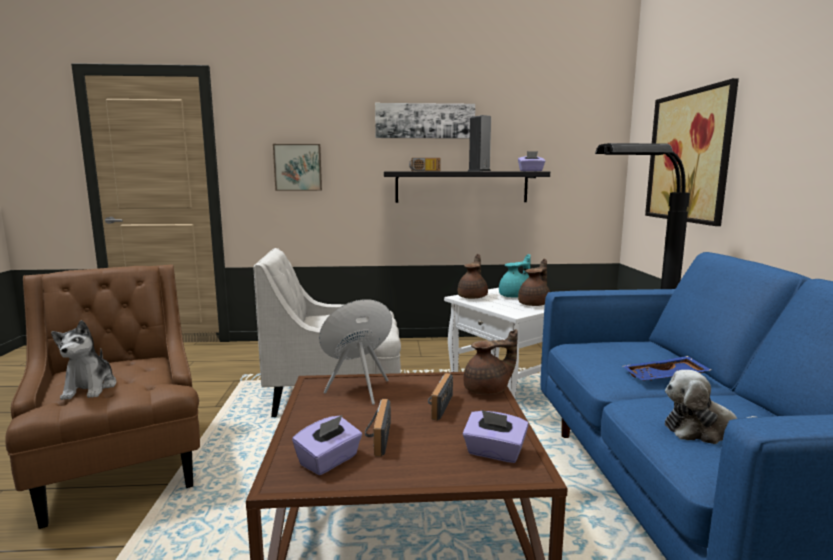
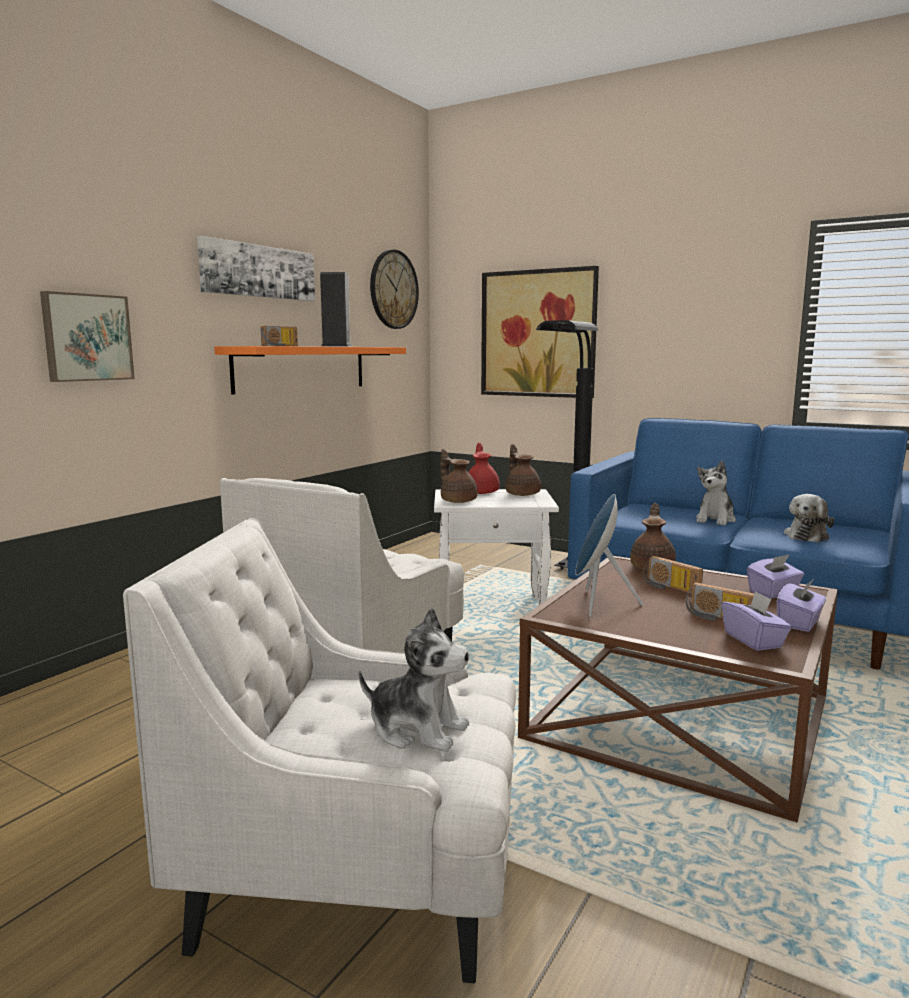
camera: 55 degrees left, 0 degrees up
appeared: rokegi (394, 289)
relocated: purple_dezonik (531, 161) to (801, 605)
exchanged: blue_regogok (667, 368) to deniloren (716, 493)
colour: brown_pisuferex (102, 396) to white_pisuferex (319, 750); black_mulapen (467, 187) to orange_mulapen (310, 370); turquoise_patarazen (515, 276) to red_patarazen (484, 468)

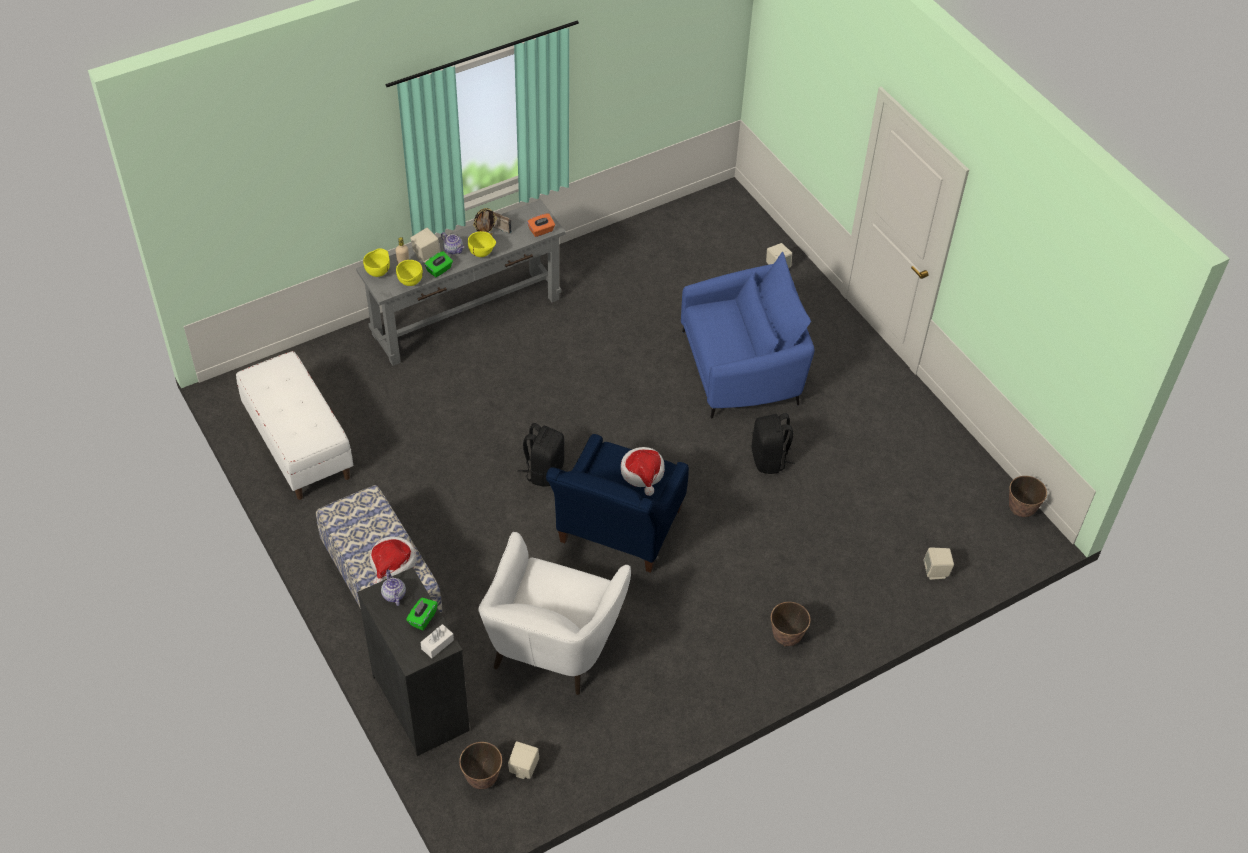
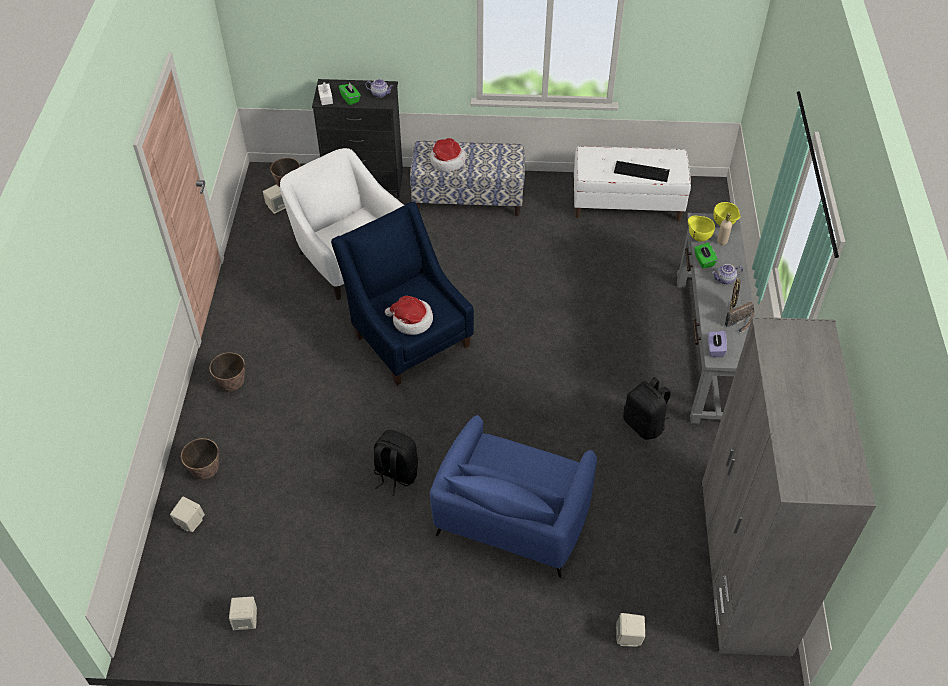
camera: 125 degrees right, 0 degrees up
missing: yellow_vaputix (482, 244)
appeared: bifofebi (642, 171); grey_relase (789, 487)
relocated: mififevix (1028, 496) to (200, 459); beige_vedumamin (426, 245) to (243, 613); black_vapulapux (541, 454) to (647, 408)
colour: orange_dezonik (541, 225) to purple_dezonik (717, 344)

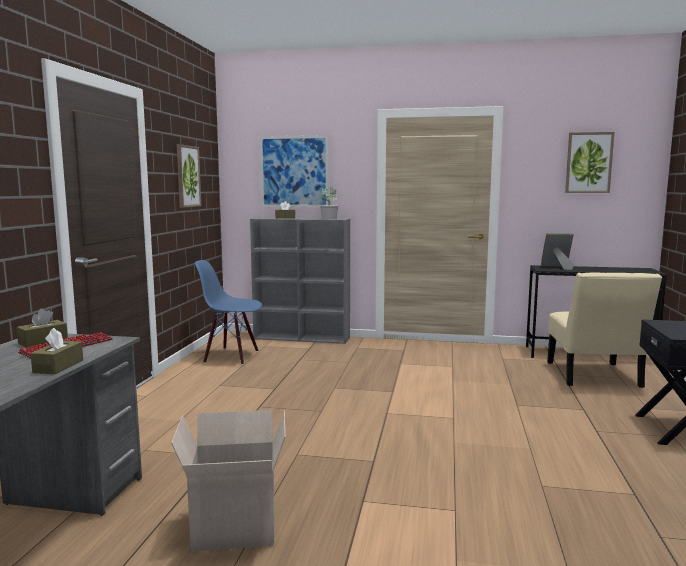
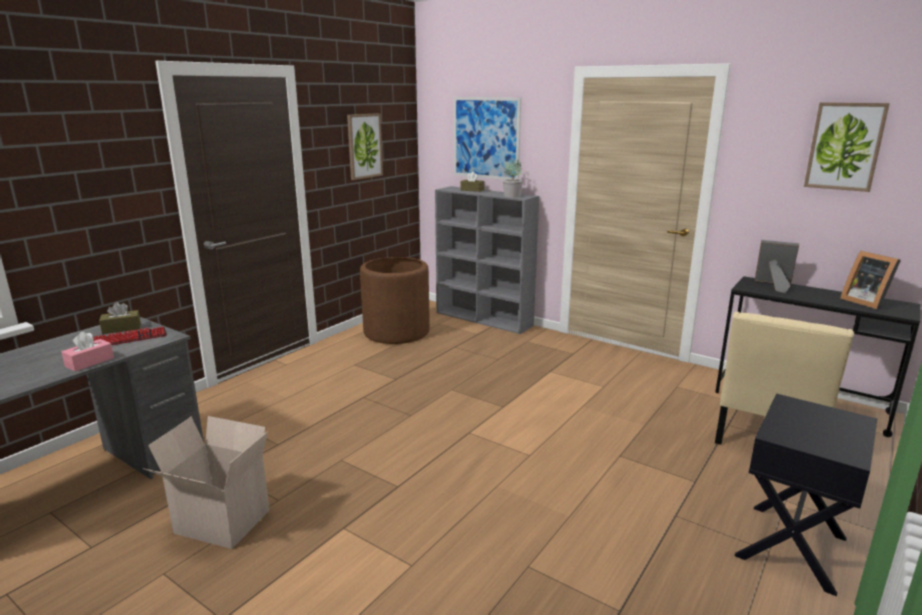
camera: 25 degrees right, 10 degrees up
appeared: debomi (870, 280)
exchanged: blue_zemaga (228, 312) to brown_mififevix (395, 300)
colour: brown_dezonik (56, 351) to pink_dezonik (87, 351)

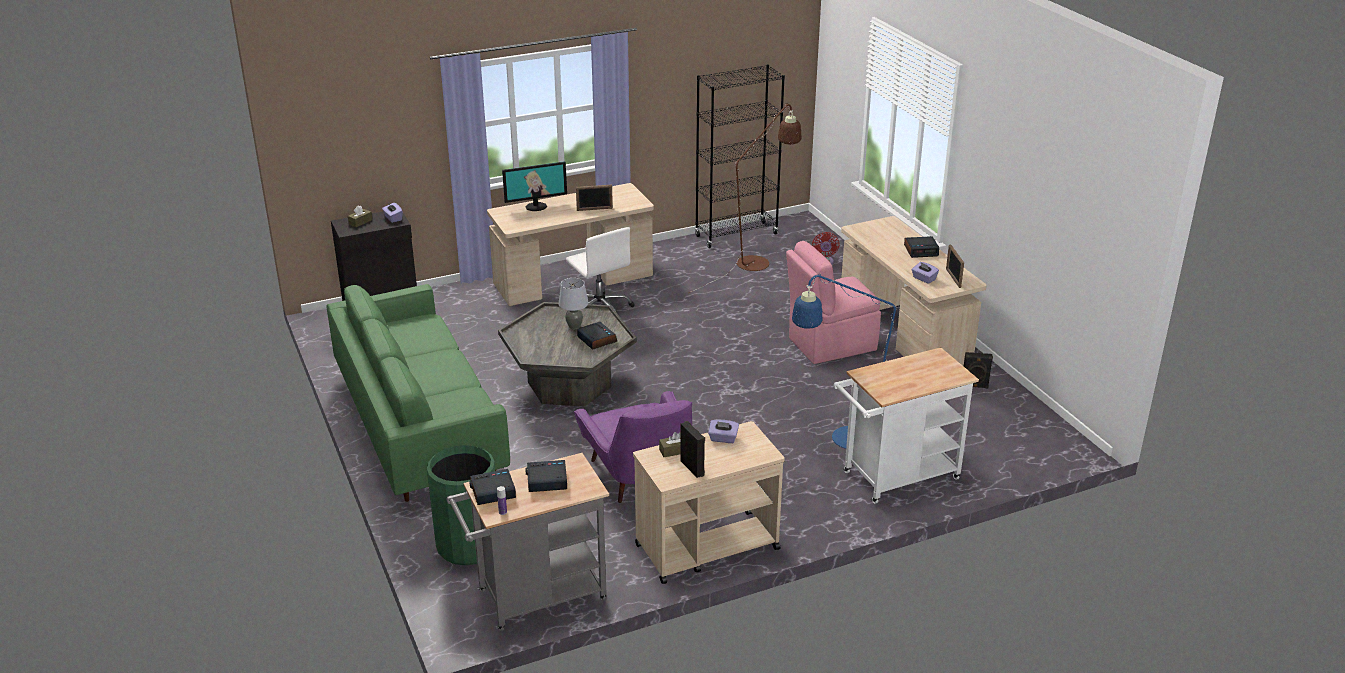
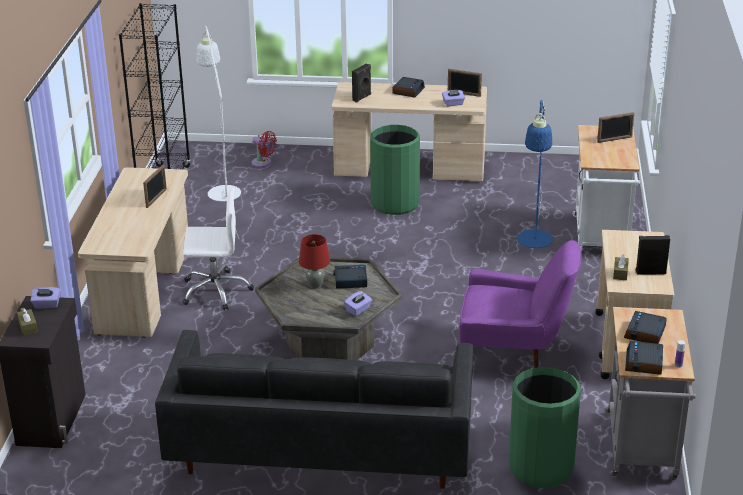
camera: 60 degrees left, 0 degrees up
missing: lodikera (534, 186)
appeared: debomi (615, 127)
relocated: purple_dezonik (723, 431) to (358, 303); black_vedumamin (978, 370) to (361, 83)
exchanged: pink_zemaga (833, 302) to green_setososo (395, 170)
colour: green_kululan (418, 393) to black_kululan (314, 409); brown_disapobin (745, 198) to white_disapobin (218, 132); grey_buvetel (573, 304) to red_buvetel (314, 261)

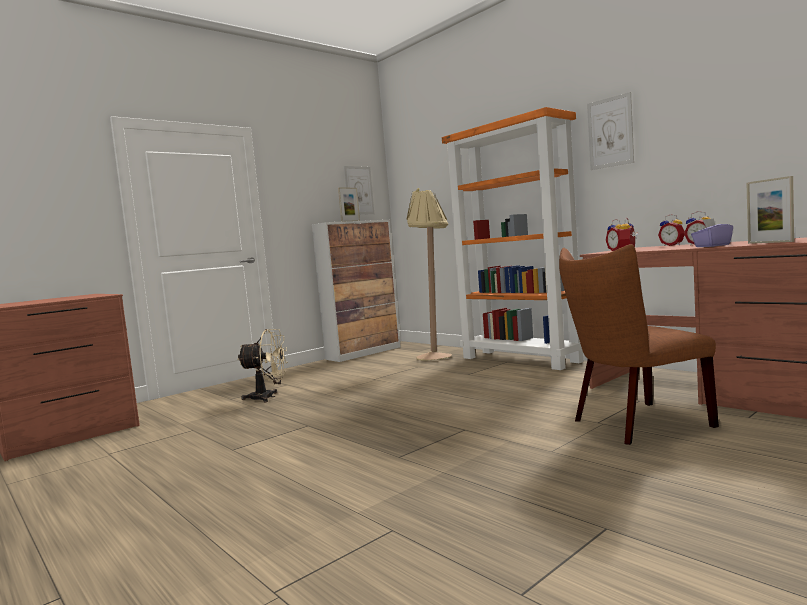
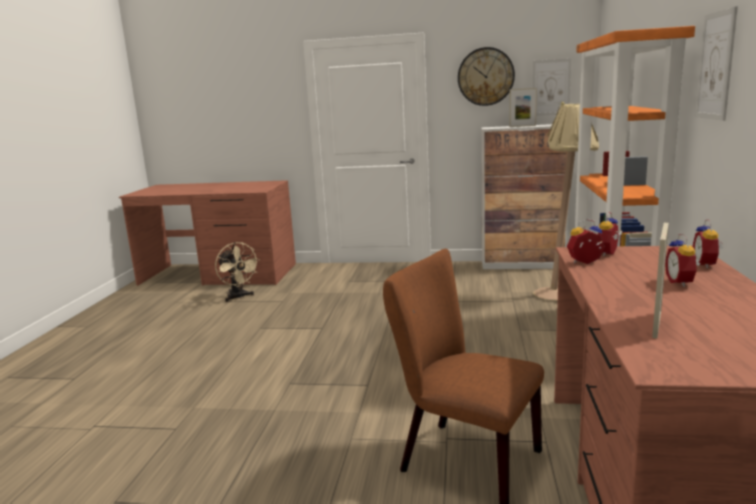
camera: 50 degrees right, 10 degrees up
missing: purple_dezonik (712, 232)
appeared: rokegi (486, 76)
relocated: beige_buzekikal (263, 366) to (237, 272)

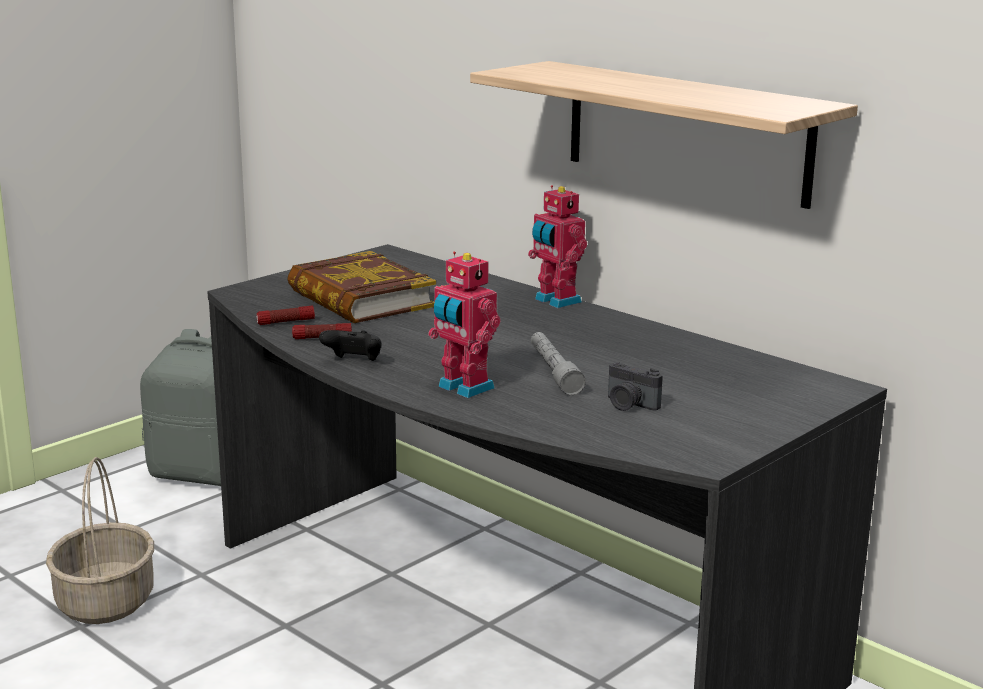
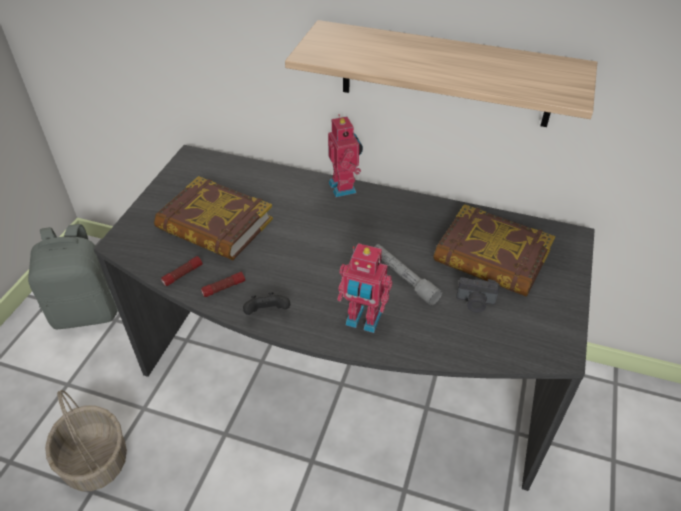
camera: 25 degrees left, 25 degrees up
appeared: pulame (494, 250)
spun: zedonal (557, 246) = (345, 155) 135 degrees counterclockwise

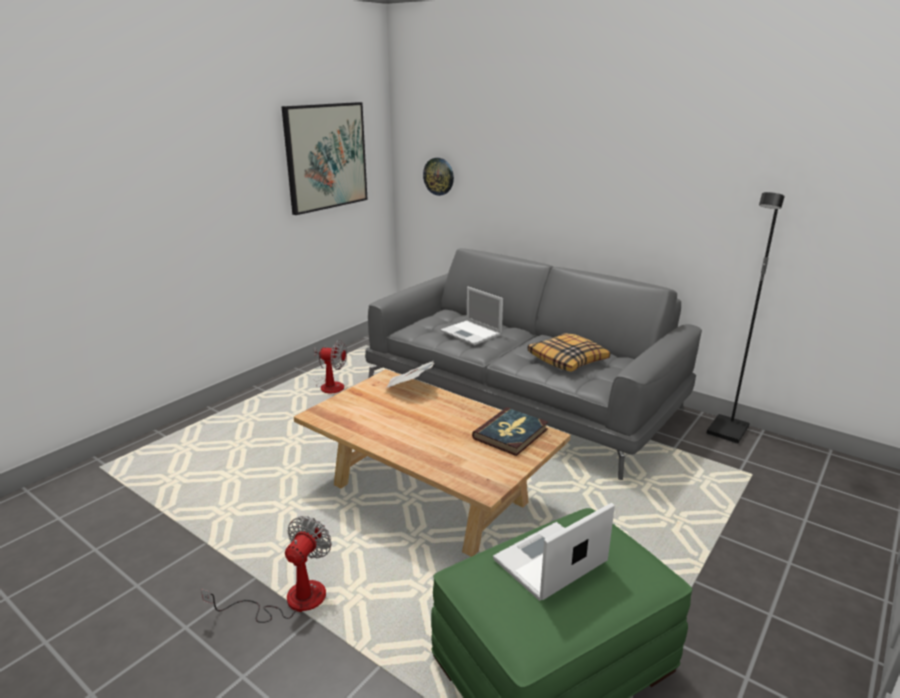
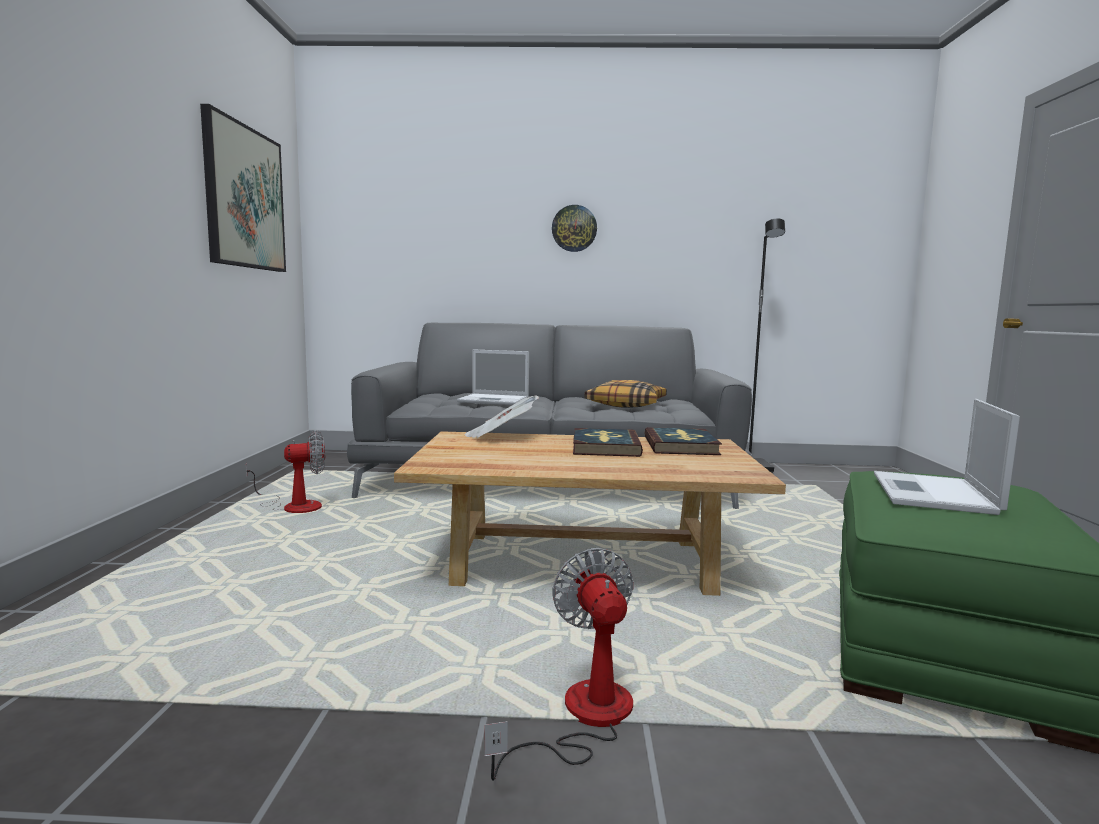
camera: 35 degrees left, 15 degrees down
appeared: pulame (608, 442)
relocated: rokegi (438, 177) to (574, 228)

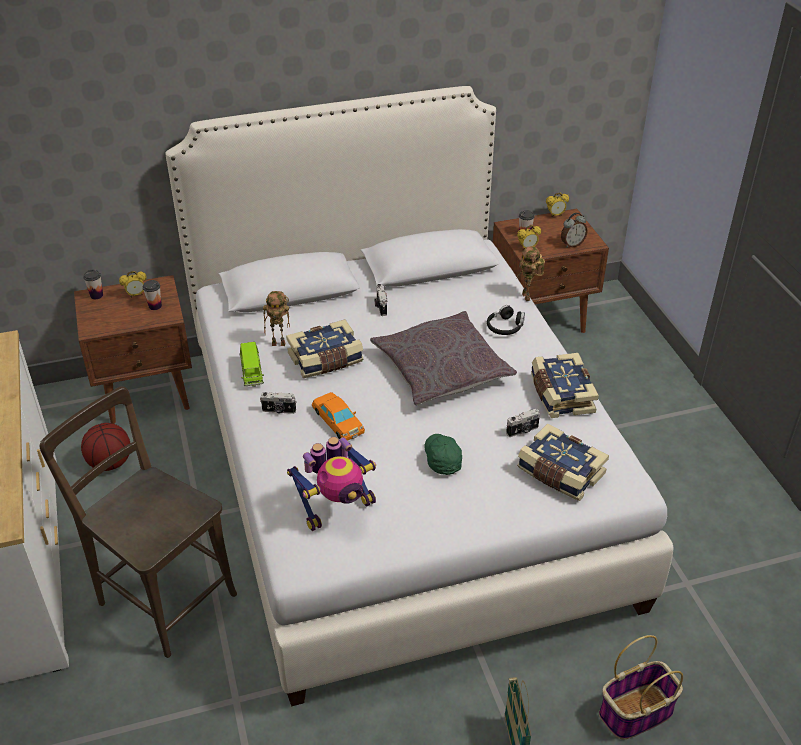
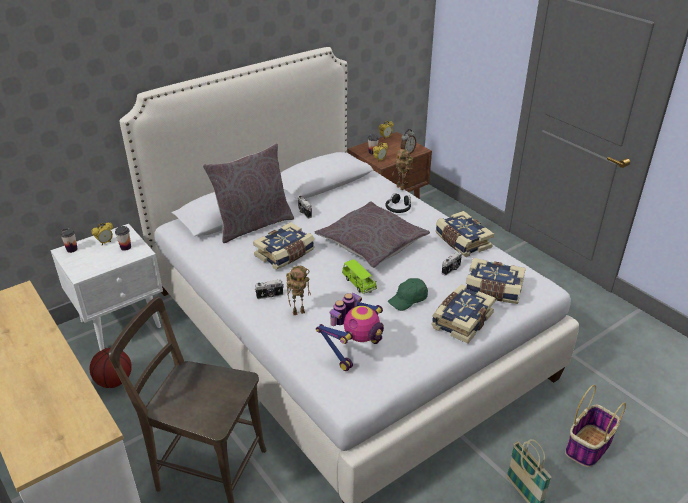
camera: 20 degrees left, 5 degrees down
missing: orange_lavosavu (338, 416)
appeared: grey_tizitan (248, 193); pulame (463, 314)
relocated: zedonal (276, 318) to (298, 290); green_lavosavu (251, 364) to (359, 276)
colour: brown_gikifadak (133, 349) to white_gikifadak (106, 287)
spun: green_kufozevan (443, 454) = (408, 294) 90 degrees counterclockwise

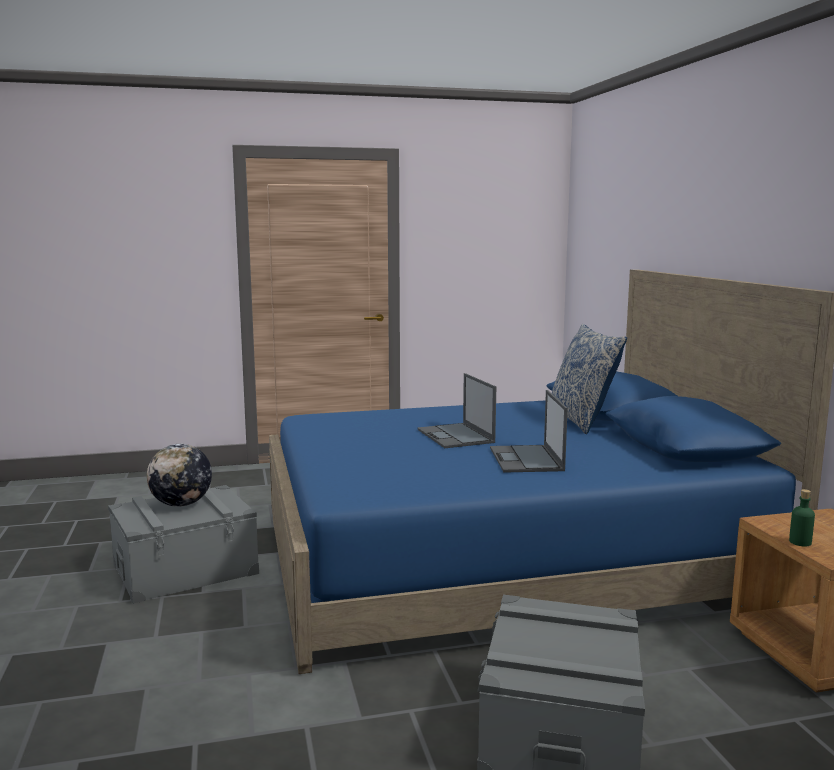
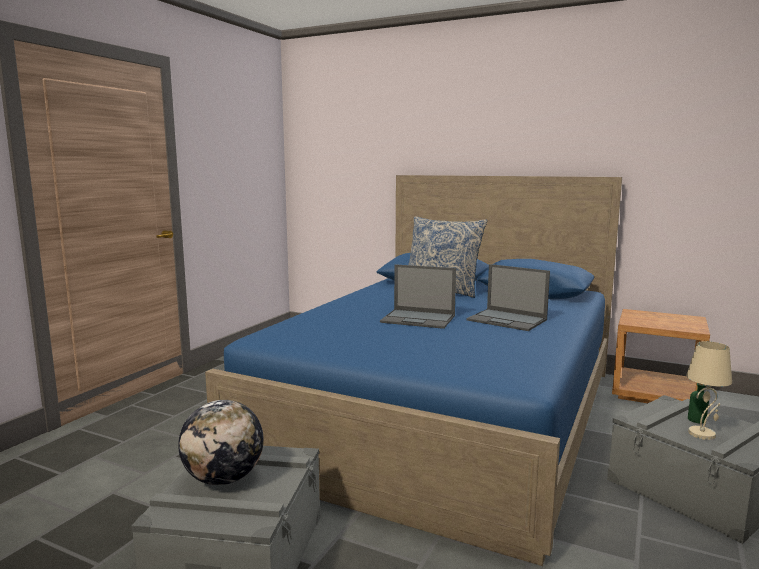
camera: 50 degrees left, 0 degrees up
appeared: beige_buvetel (709, 390)
relocated: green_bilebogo (802, 517) to (698, 403)

